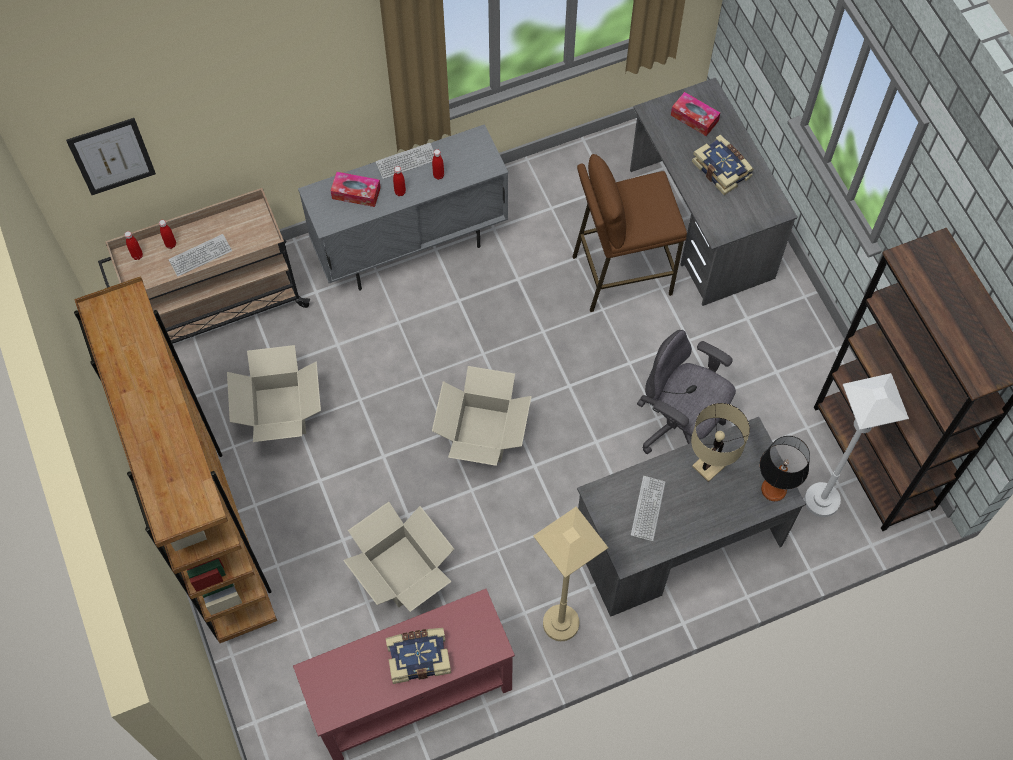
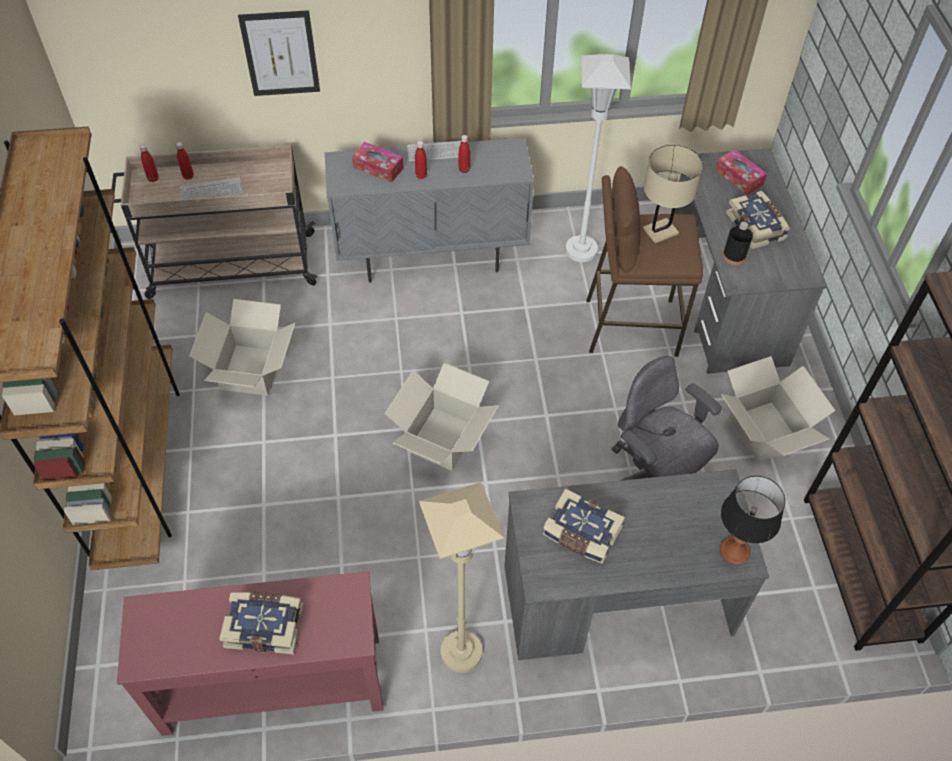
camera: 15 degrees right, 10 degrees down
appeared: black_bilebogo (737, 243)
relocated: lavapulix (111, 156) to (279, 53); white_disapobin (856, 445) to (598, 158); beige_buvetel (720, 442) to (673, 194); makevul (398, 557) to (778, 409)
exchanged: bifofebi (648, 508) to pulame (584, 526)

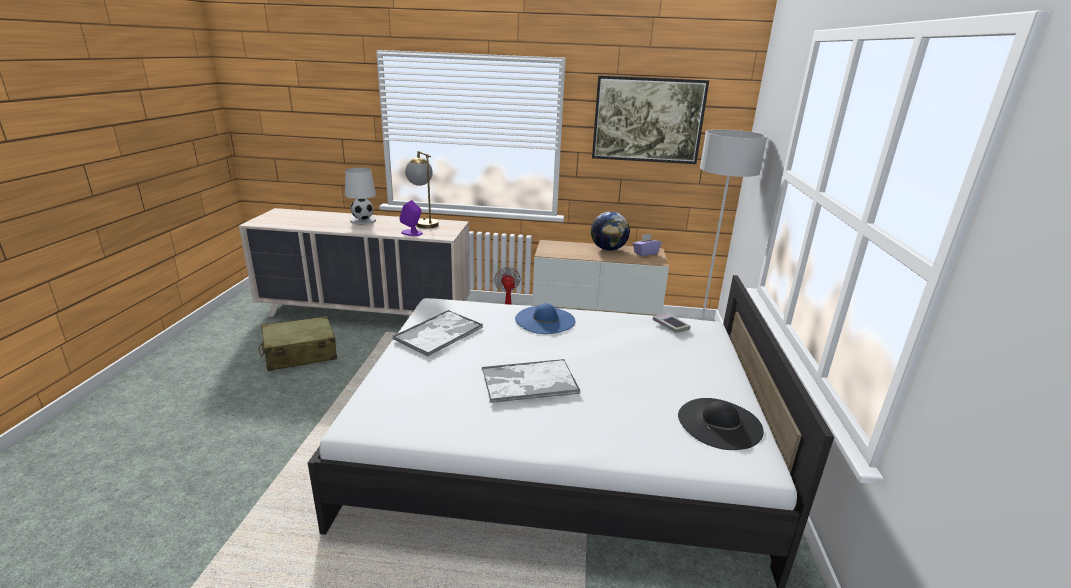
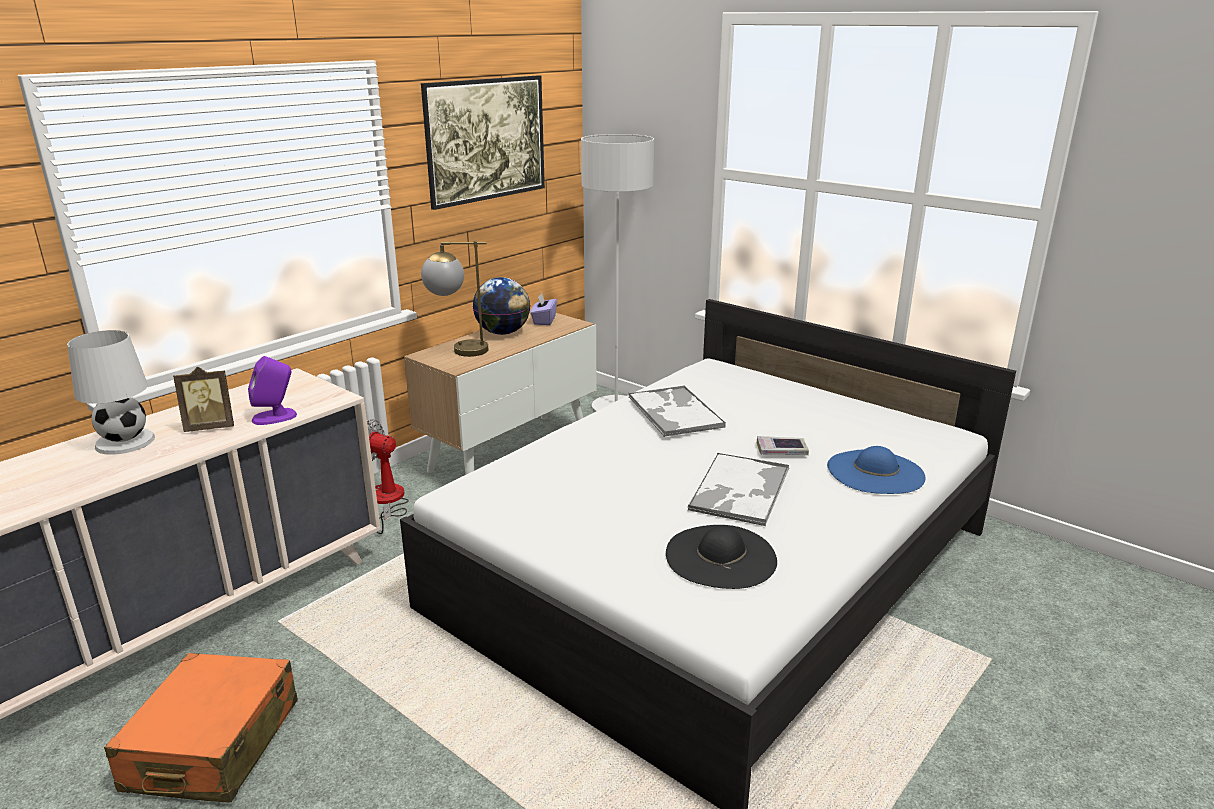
camera: 55 degrees left, 0 degrees up
appeared: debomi (203, 399)
relocated: buvetel (422, 190) to (454, 299); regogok (437, 333) to (677, 411); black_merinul (721, 424) to (721, 557); pulame (671, 322) to (783, 445); blue_merinul (545, 318) to (876, 470)
colour: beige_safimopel (298, 343) to orange_safimopel (201, 728)

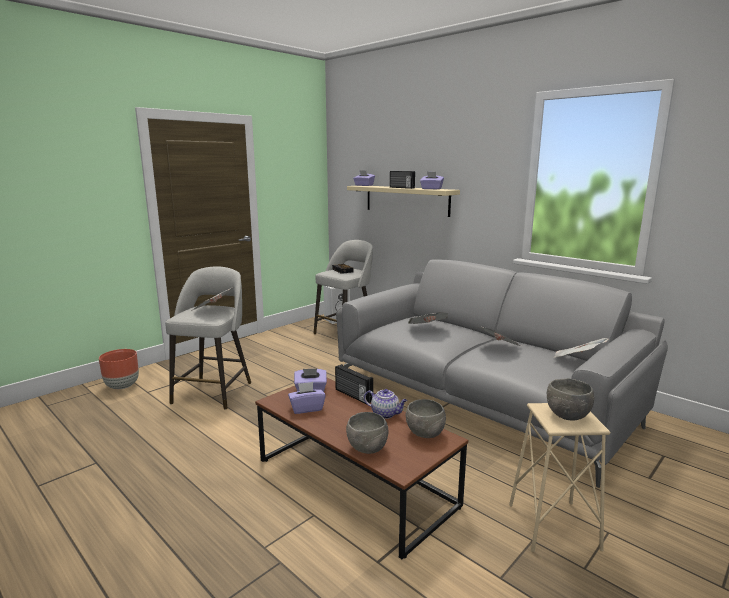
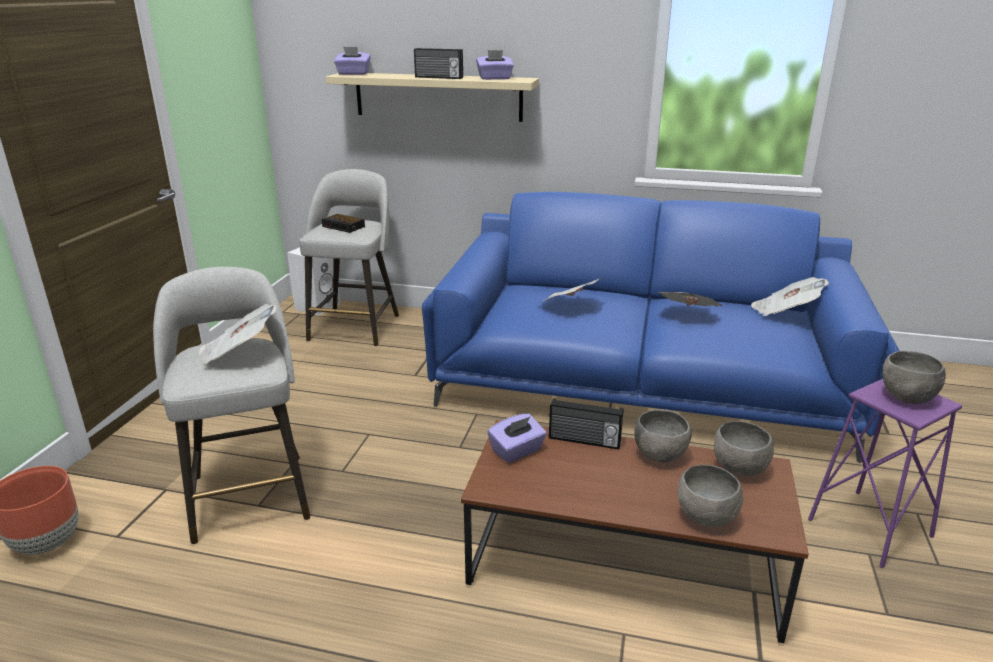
camera: 30 degrees left, 10 degrees up
missing: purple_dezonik (307, 398)
exchanged: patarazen (386, 404) to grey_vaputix (663, 436)
colour: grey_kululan (502, 374) to blue_kululan (661, 327); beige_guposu (559, 477) to purple_guposu (885, 473)

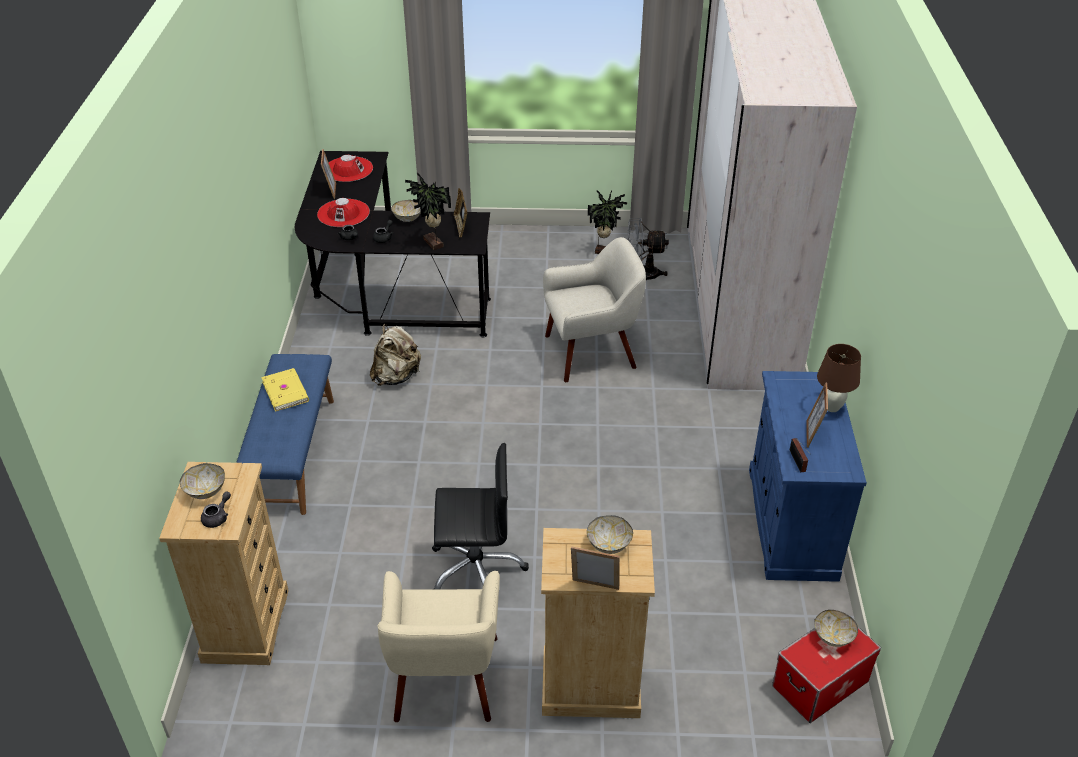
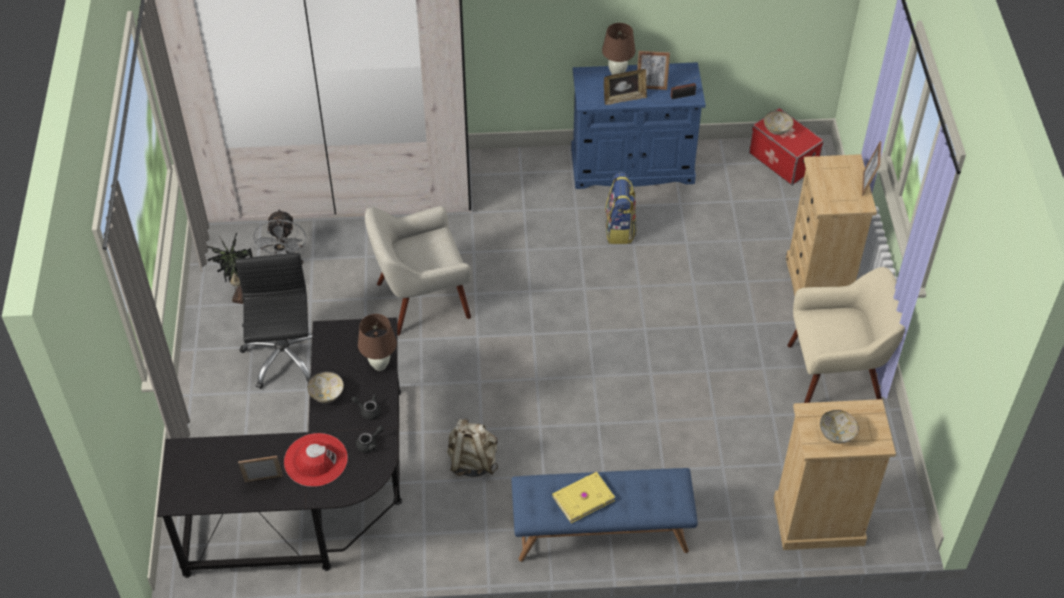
camera: 95 degrees left, 10 degrees up
missing: grey_patarazen (216, 510); red_merinul (351, 168); vaputix (610, 534)
appeared: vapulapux (620, 208)
relocated: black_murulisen (480, 516) to (273, 321); debomi (460, 213) to (625, 87)
exchanged: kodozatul (428, 211) to brown_buvetel (377, 342)
spun: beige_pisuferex (594, 309) = (418, 271) 90 degrees counterclockwise

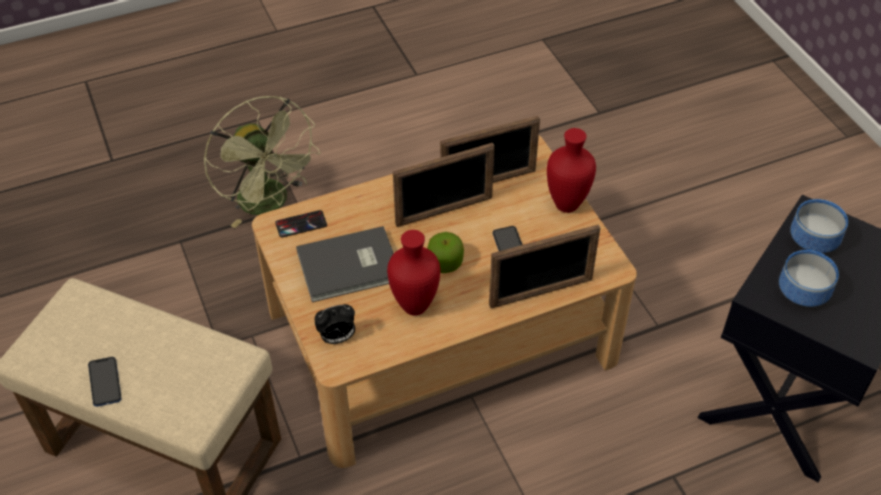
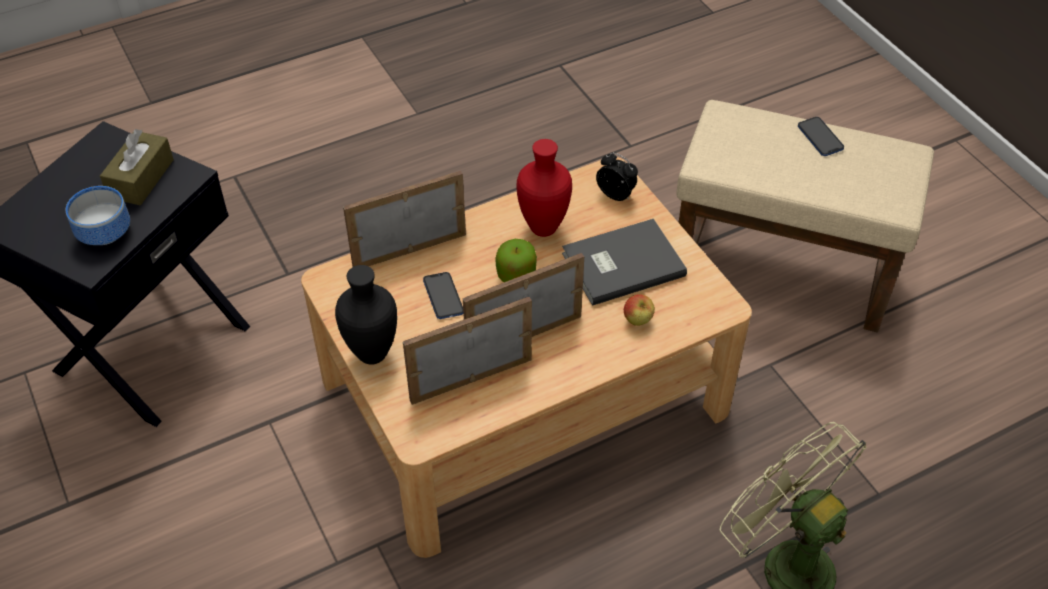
camera: 175 degrees right, 0 degrees up
missing: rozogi (301, 223)
appeared: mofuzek (639, 310)
exchanged: vaputix (809, 278) to brown_dezonik (137, 167)
colour: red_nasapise (571, 170) to black_nasapise (366, 315)
spun: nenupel (335, 324) = (617, 176) 60 degrees clockwise

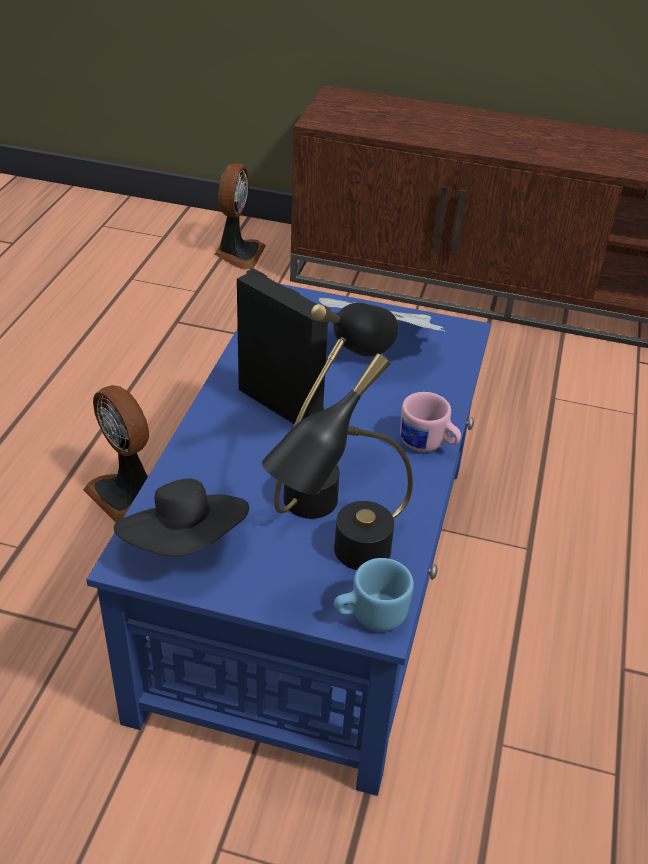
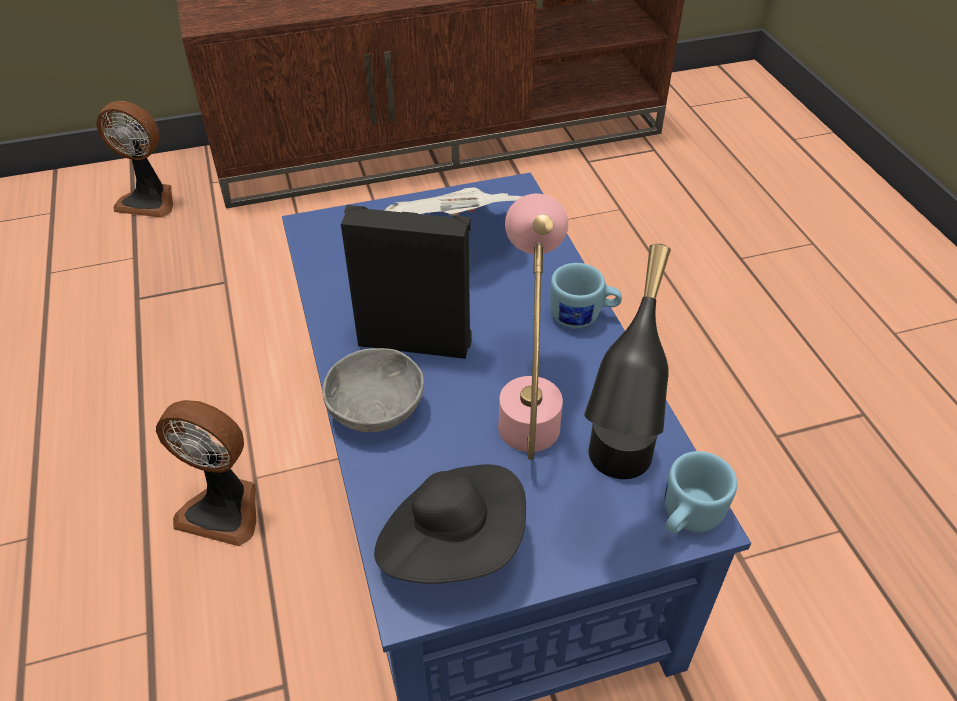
camera: 30 degrees left, 5 degrees up
appeared: grey_vaputix (373, 390)
colour: black_buvetel (336, 411) to pink_buvetel (533, 327); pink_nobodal (430, 422) to blue_nobodal (586, 295)
spun: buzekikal (240, 216) = (135, 159) 120 degrees clockwise

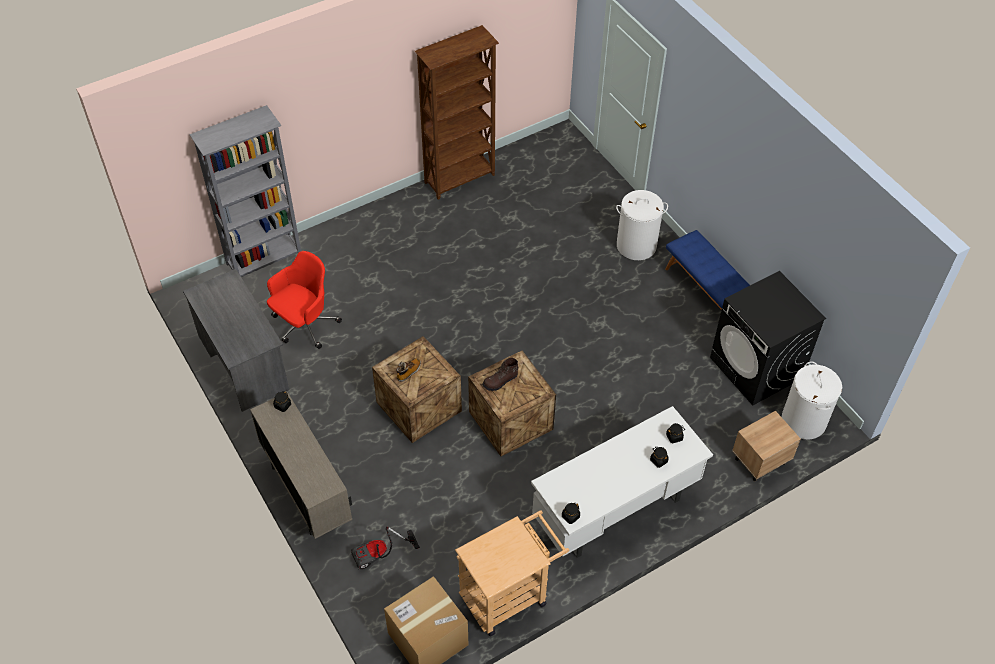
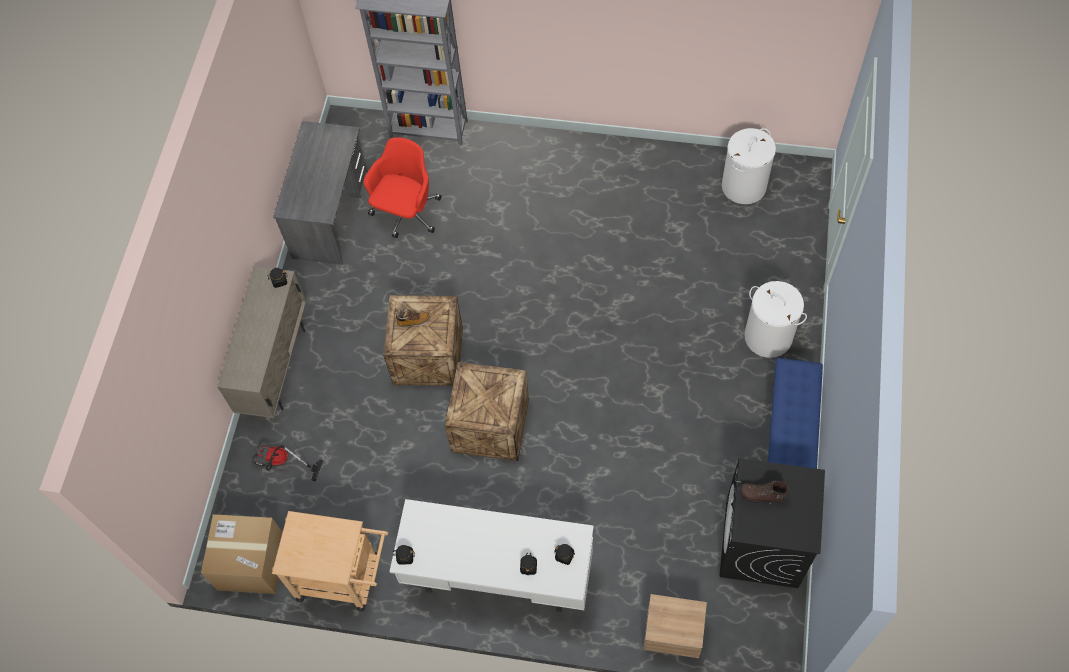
camera: 45 degrees right, 10 degrees up
missing: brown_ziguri (457, 112)
relocated: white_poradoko (812, 400) to (749, 166); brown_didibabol (500, 374) to (764, 492)
spun: red_murulisen (304, 300) = (402, 187) 60 degrees counterclockwise

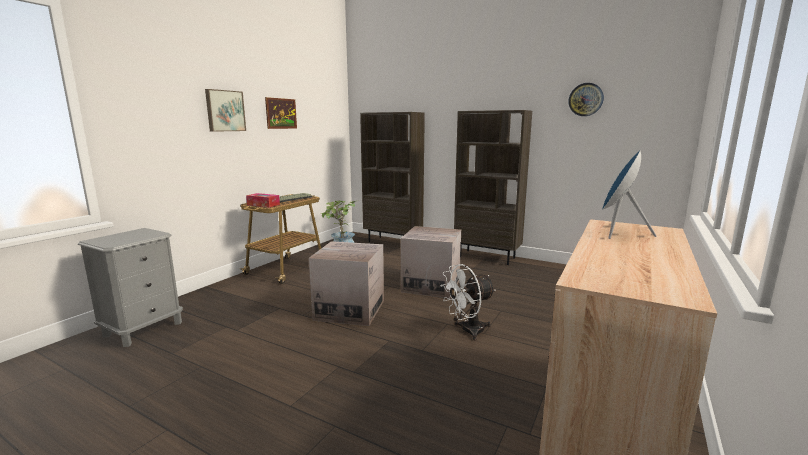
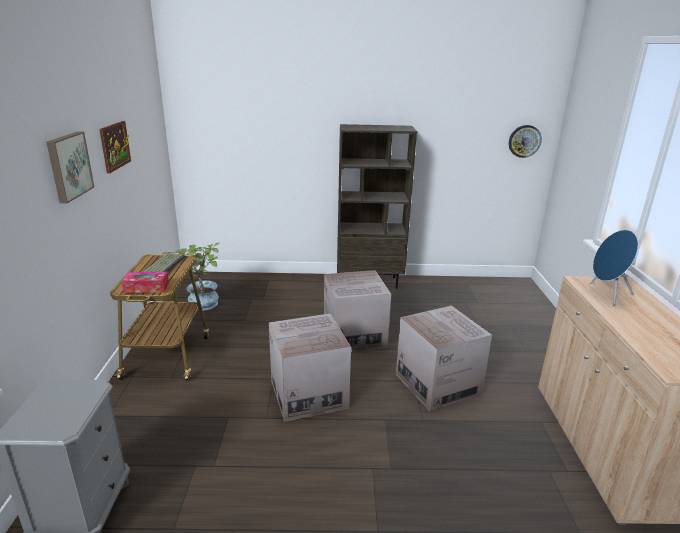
camera: 30 degrees left, 10 degrees up
missing: brown_ziguri (392, 177)
relocated: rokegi (586, 99) to (525, 141)
exchanged: white_buzekikal (468, 302) to makevul (444, 358)

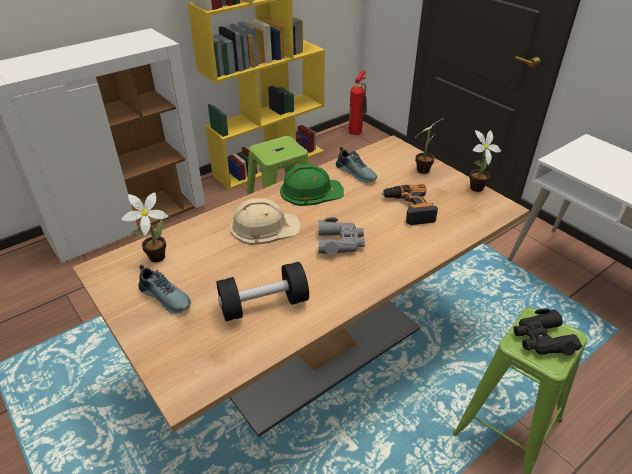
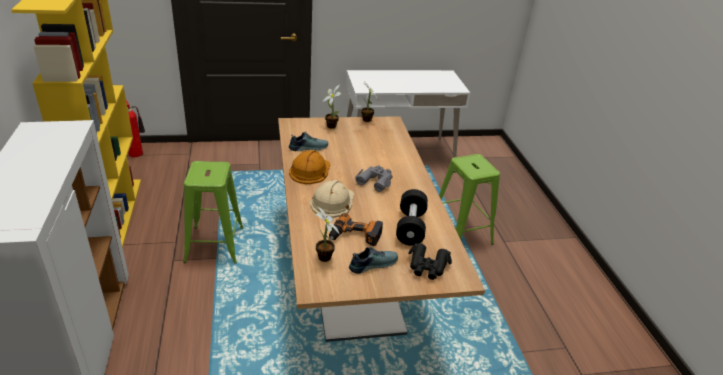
camera: 65 degrees left, 5 degrees down
relocated: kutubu (409, 204) to (356, 229); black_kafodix (547, 332) to (430, 261)
colour: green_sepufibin (312, 185) to orange_sepufibin (310, 167)

